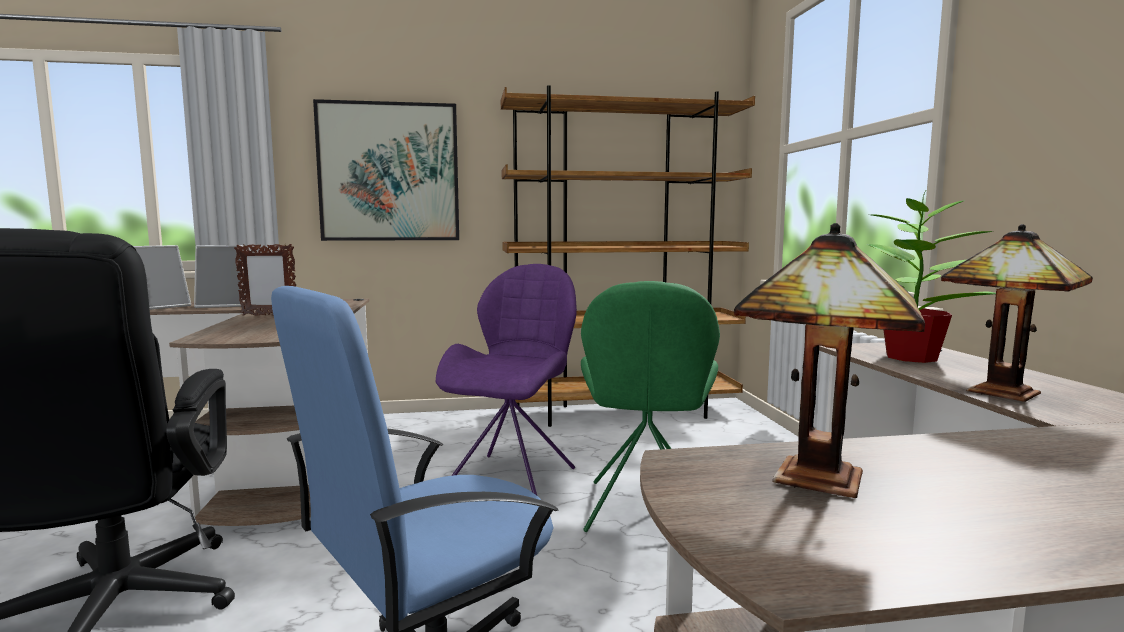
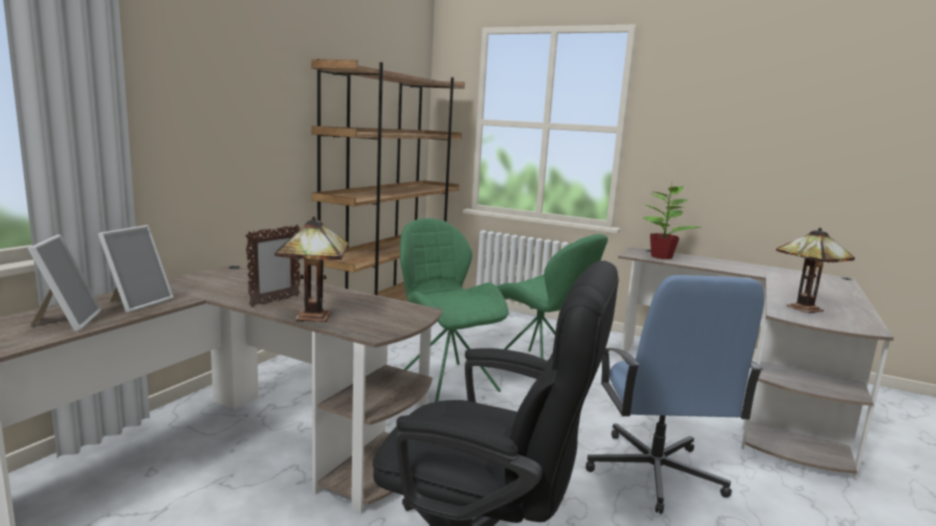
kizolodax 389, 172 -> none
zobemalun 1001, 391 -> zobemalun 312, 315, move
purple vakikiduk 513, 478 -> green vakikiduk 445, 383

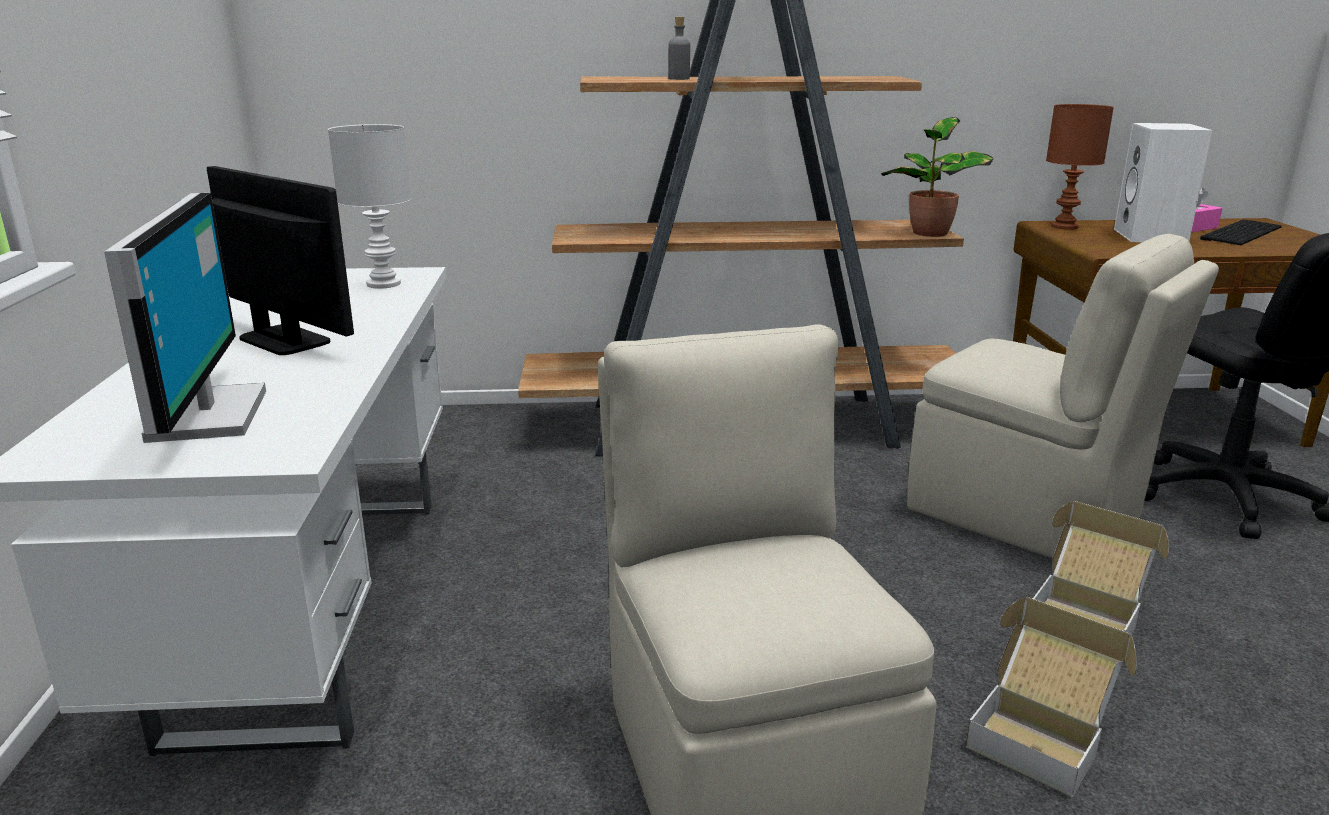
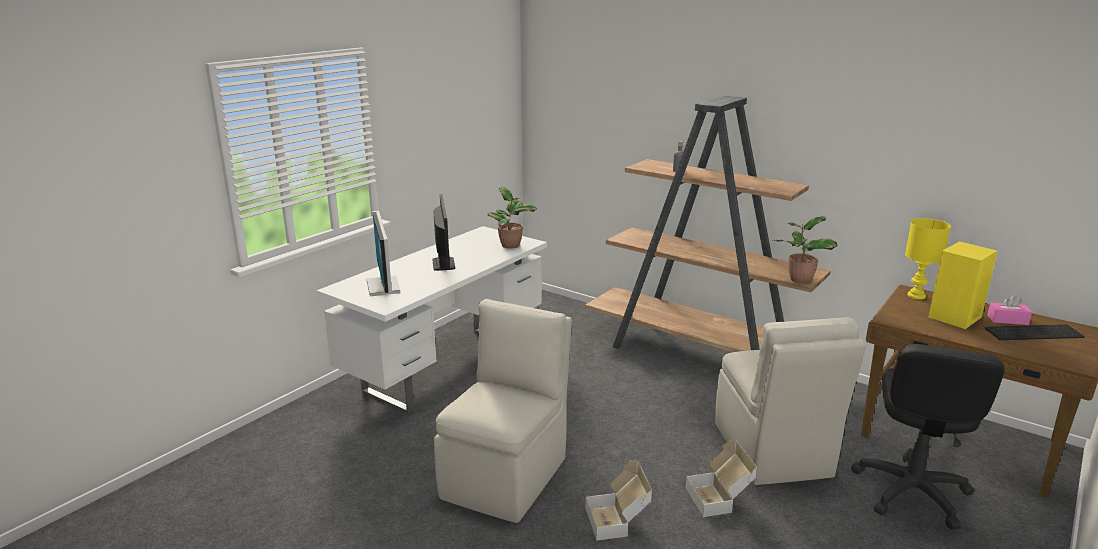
brown zobemalun 1063, 226 -> yellow zobemalun 915, 295
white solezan 1152, 236 -> yellow solezan 955, 318
white zobemalun 385, 284 -> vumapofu 511, 245
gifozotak 202, 416 -> gifozotak 385, 286, 135 degrees clockwise

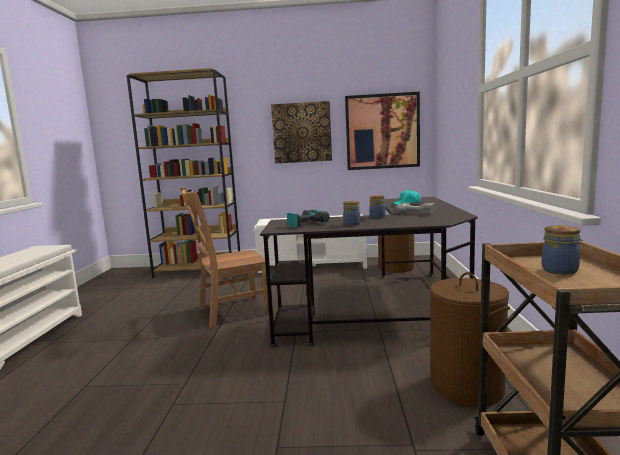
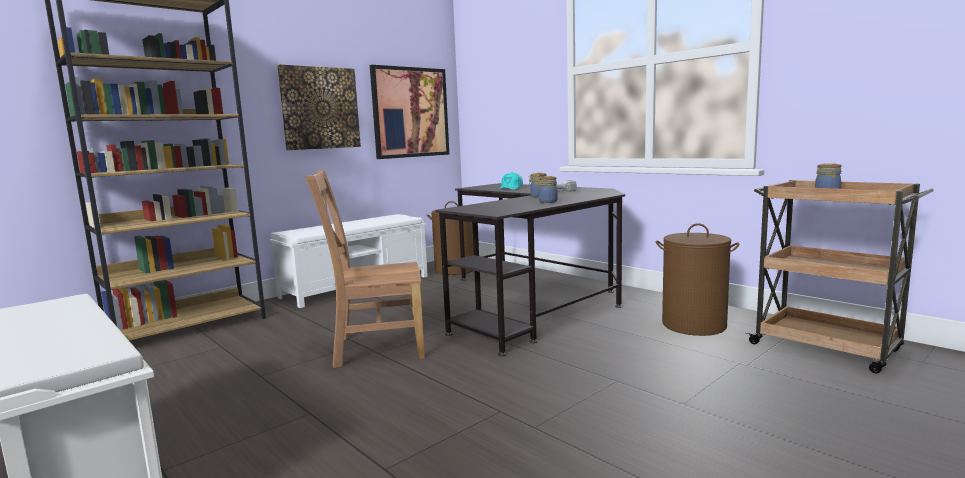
brown vakikiduk 230, 312 -> brown vakikiduk 374, 348, 60 degrees clockwise
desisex 304, 223 -> none

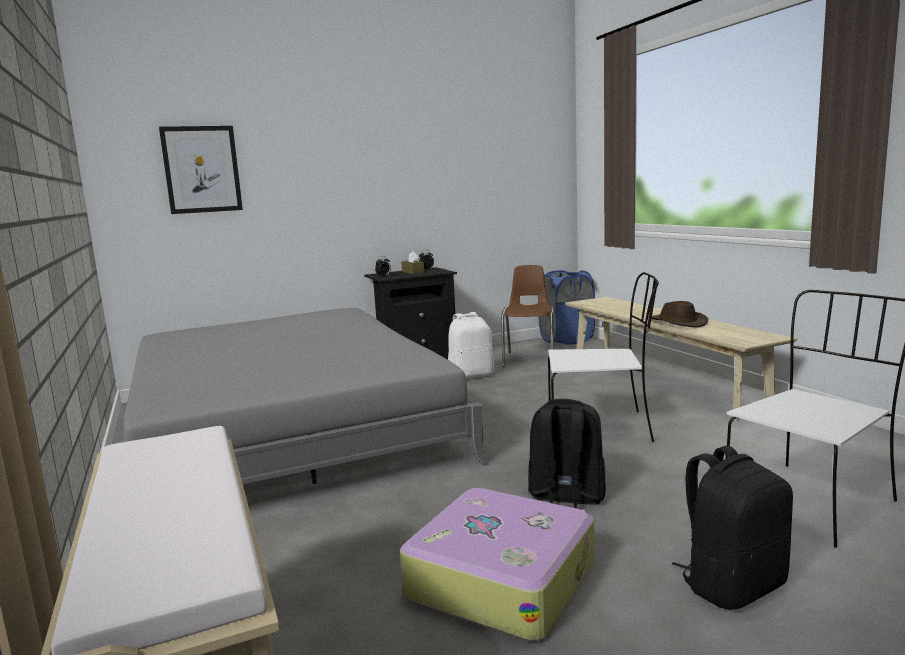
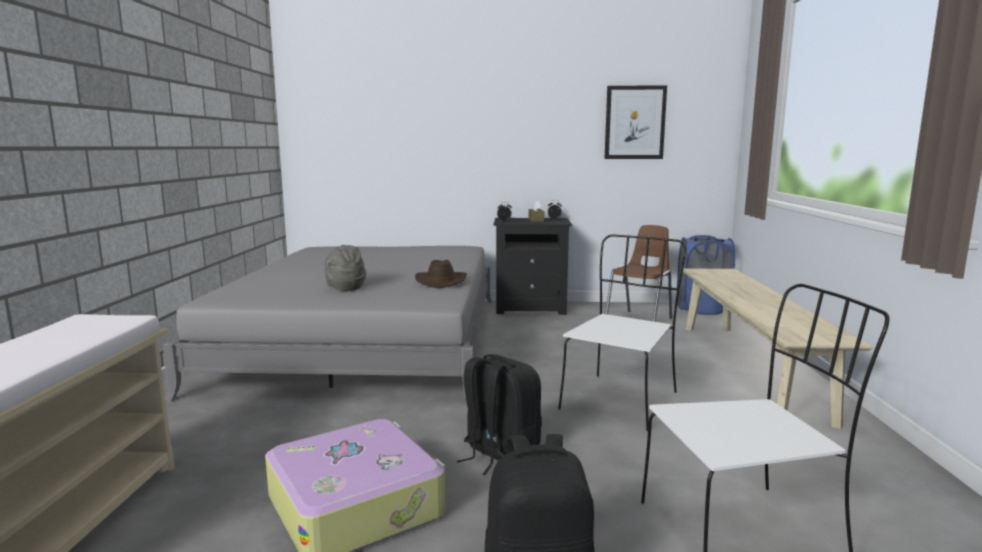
kizolodax 201, 169 -> kizolodax 634, 122, move
white vakikiduk 601, 427 -> white vakikiduk 620, 400, 90 degrees counterclockwise
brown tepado 676, 323 -> brown tepado 441, 281, move
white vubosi 471, 375 -> none
none -> grey tepado 345, 287

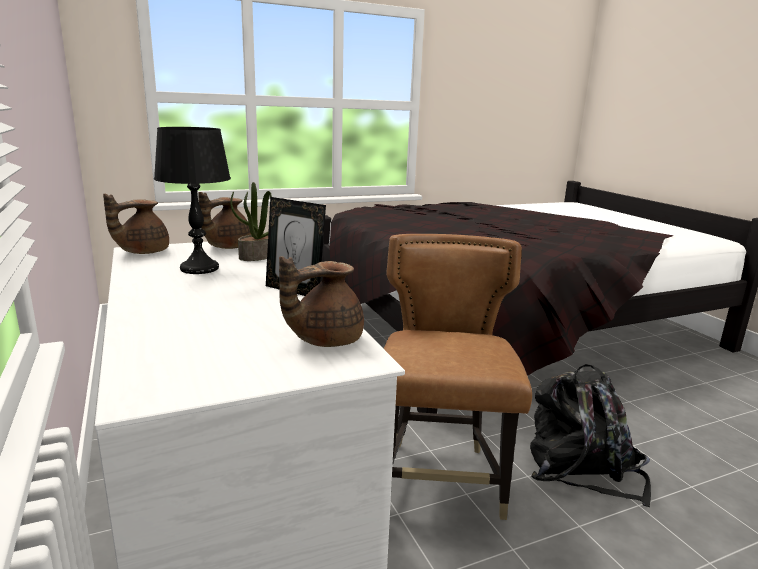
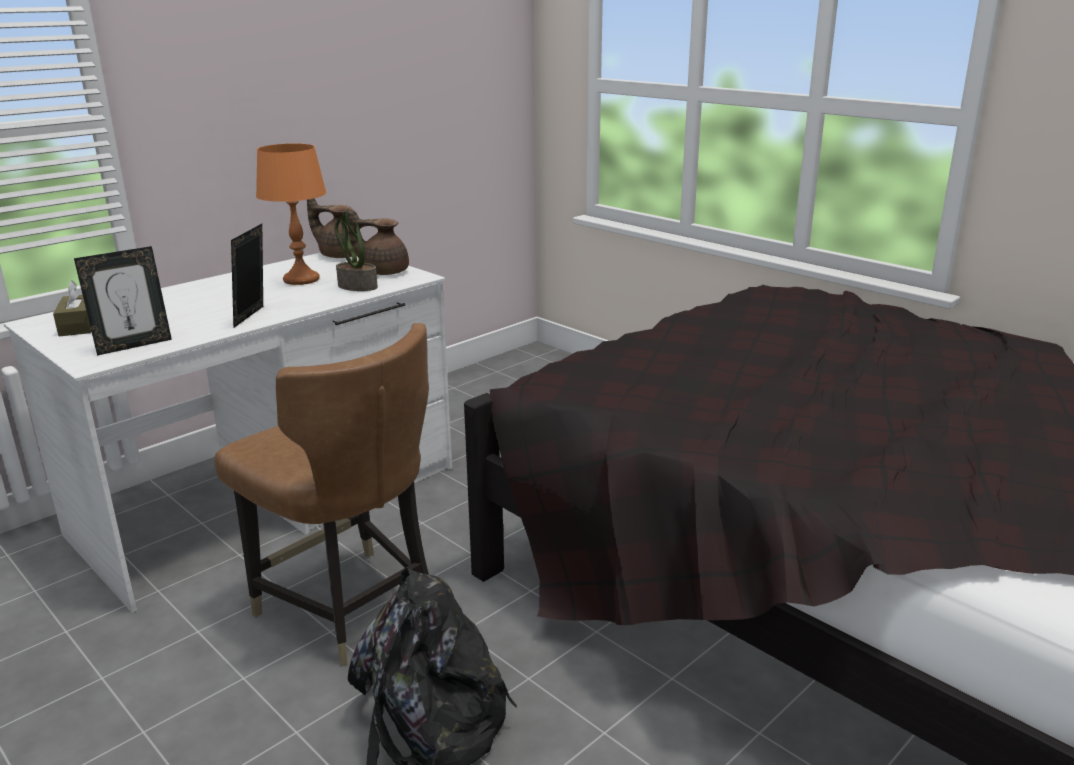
black zobemalun 199, 268 -> orange zobemalun 301, 279
brown vakikiduk 440, 480 -> brown vakikiduk 349, 607, 60 degrees clockwise
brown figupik 324, 339 -> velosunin 133, 345
none -> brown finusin 78, 325

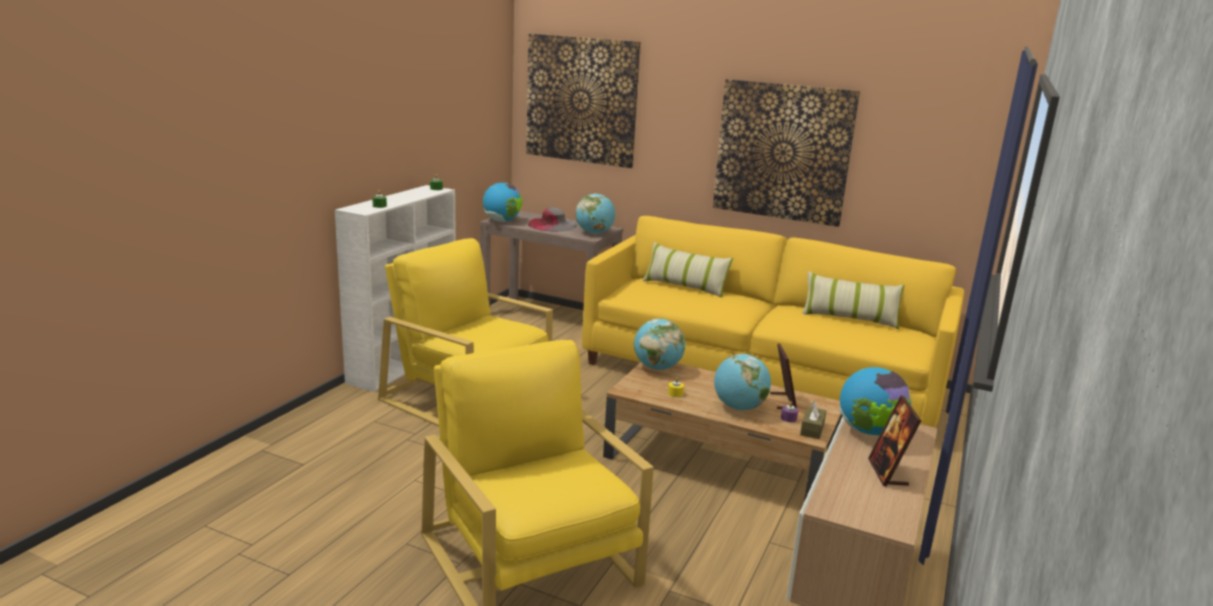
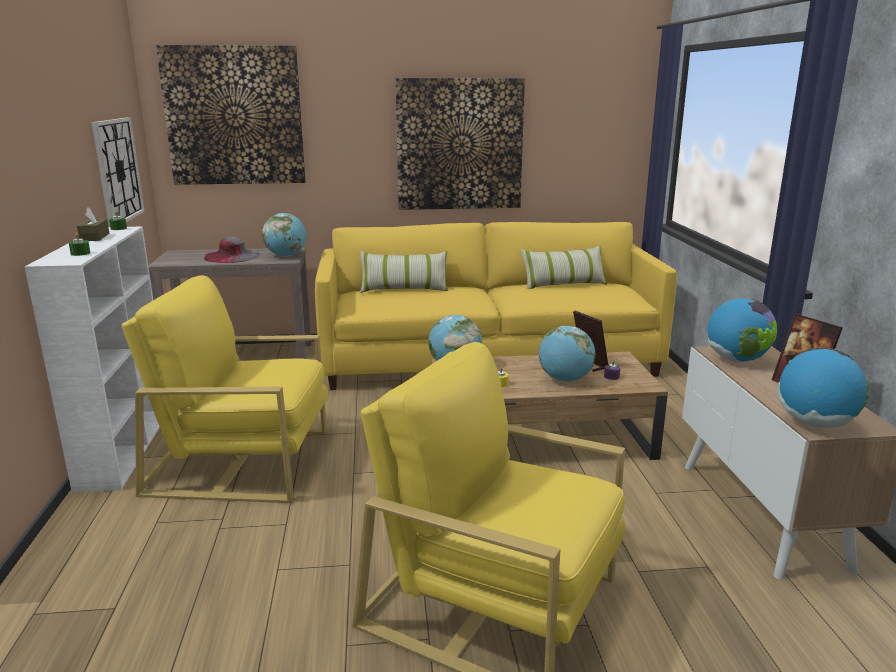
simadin 502, 221 -> simadin 815, 423, move
brown finusin 812, 429 -> brown finusin 94, 237, move
none -> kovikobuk 118, 171

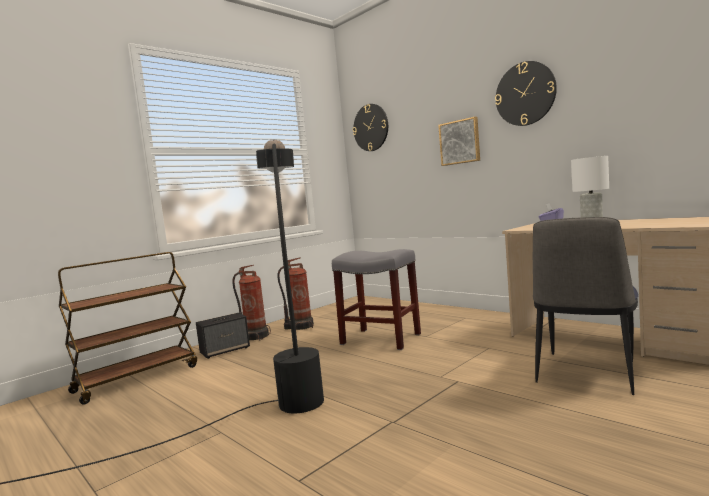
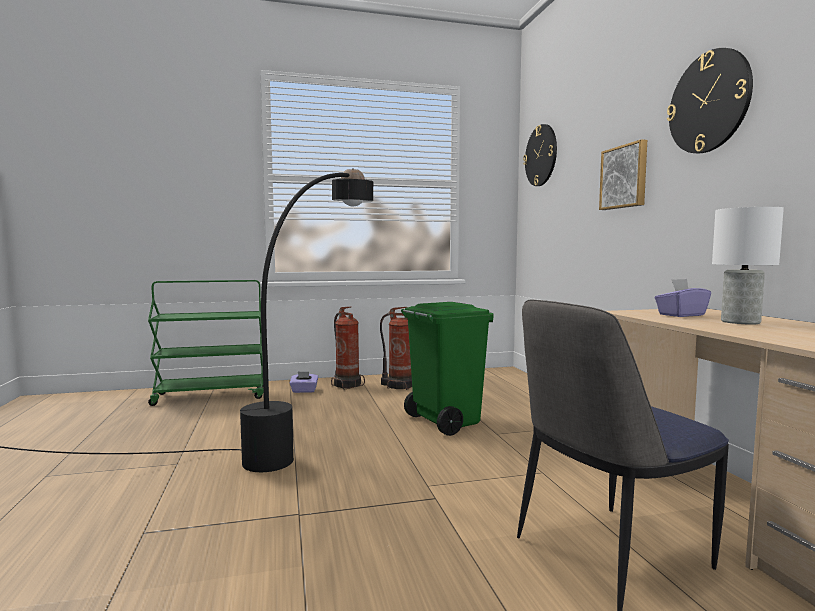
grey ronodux 380, 339 -> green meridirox 445, 422
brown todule 137, 378 -> green todule 212, 396
solezan 225, 350 -> purple finusin 304, 391

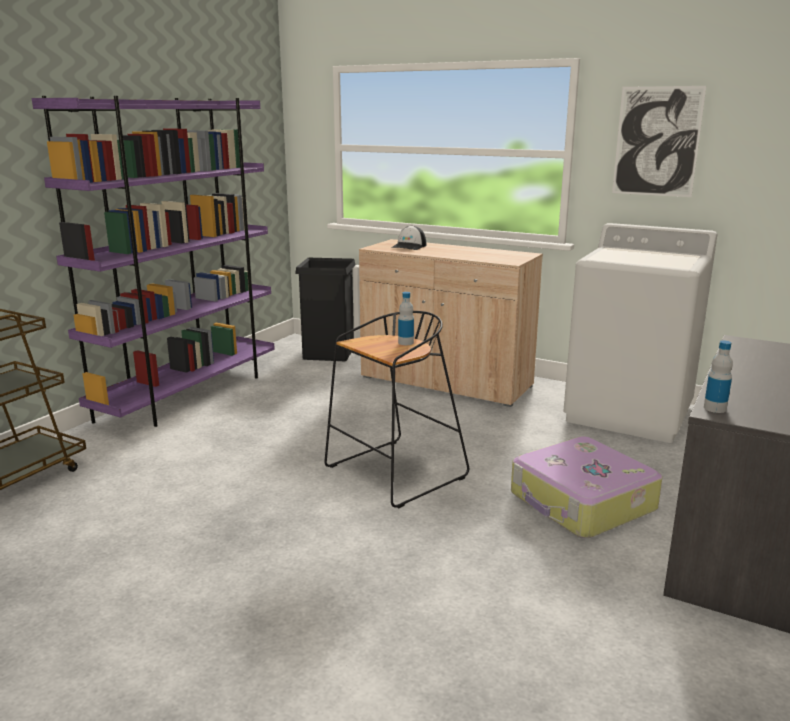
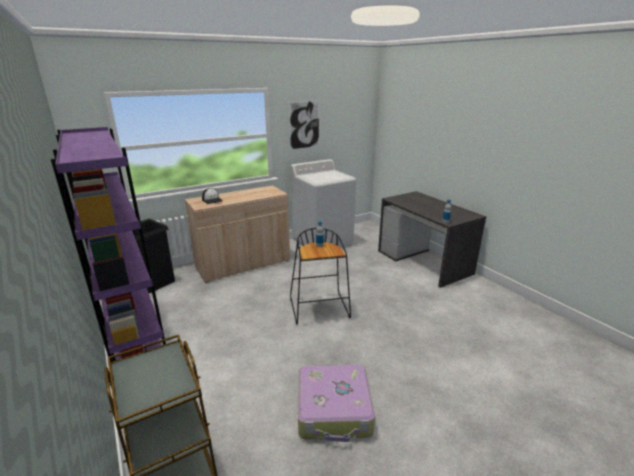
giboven 582, 503 -> giboven 334, 410, move

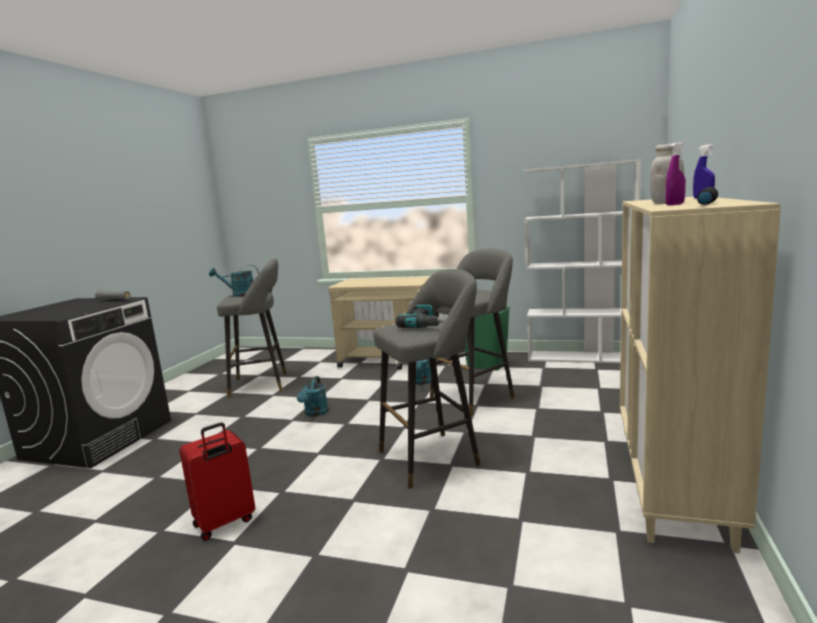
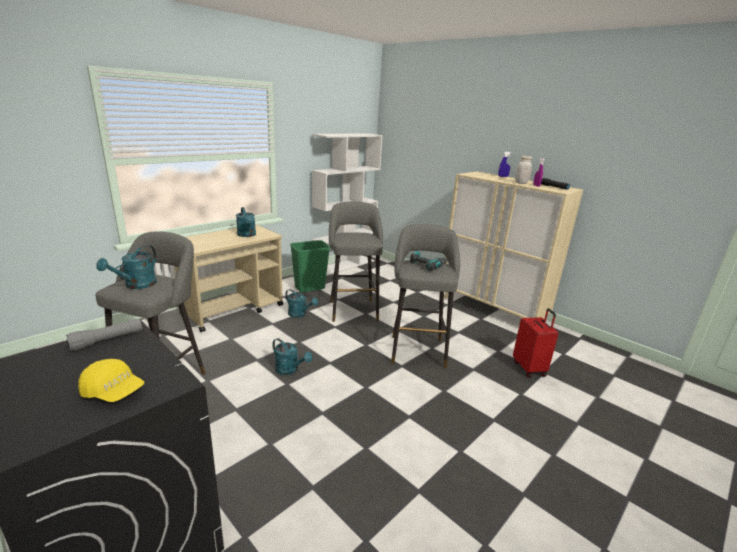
red giboven 225, 523 -> red giboven 529, 368, move
none -> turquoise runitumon 247, 235
none -> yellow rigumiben 114, 391

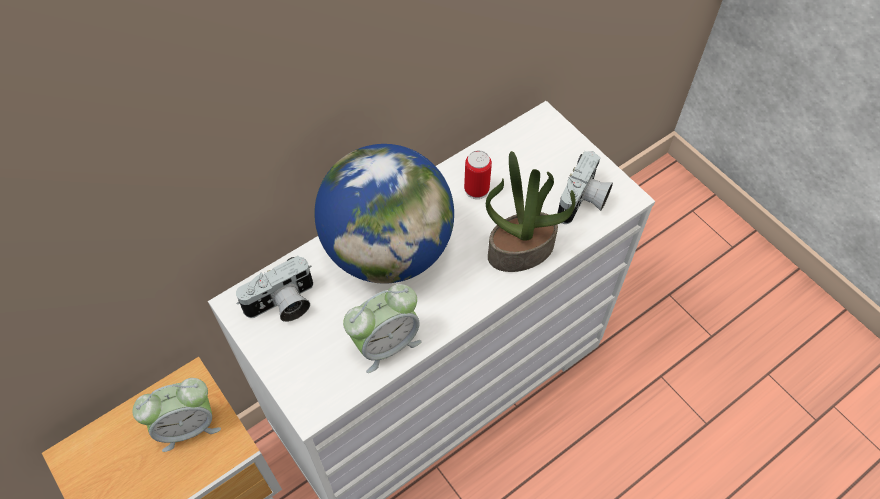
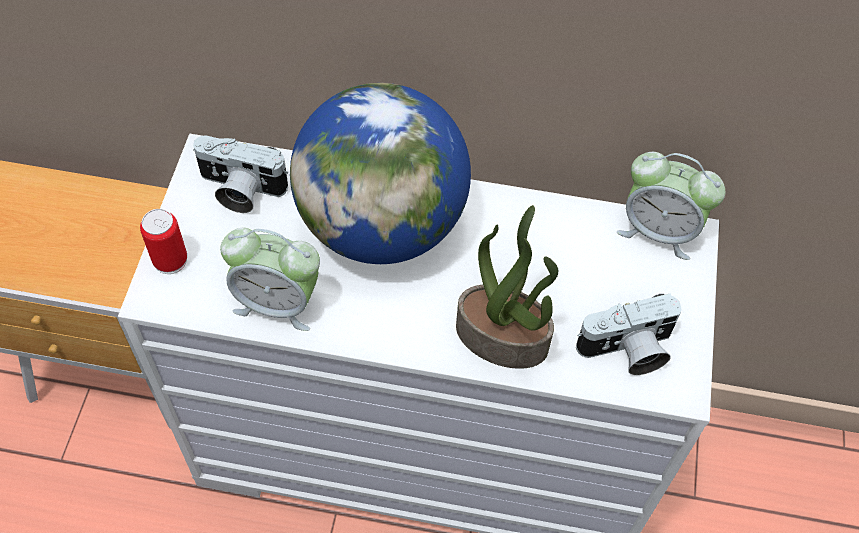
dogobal 476, 189 -> dogobal 170, 260, move
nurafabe 188, 426 -> nurafabe 659, 230, move

